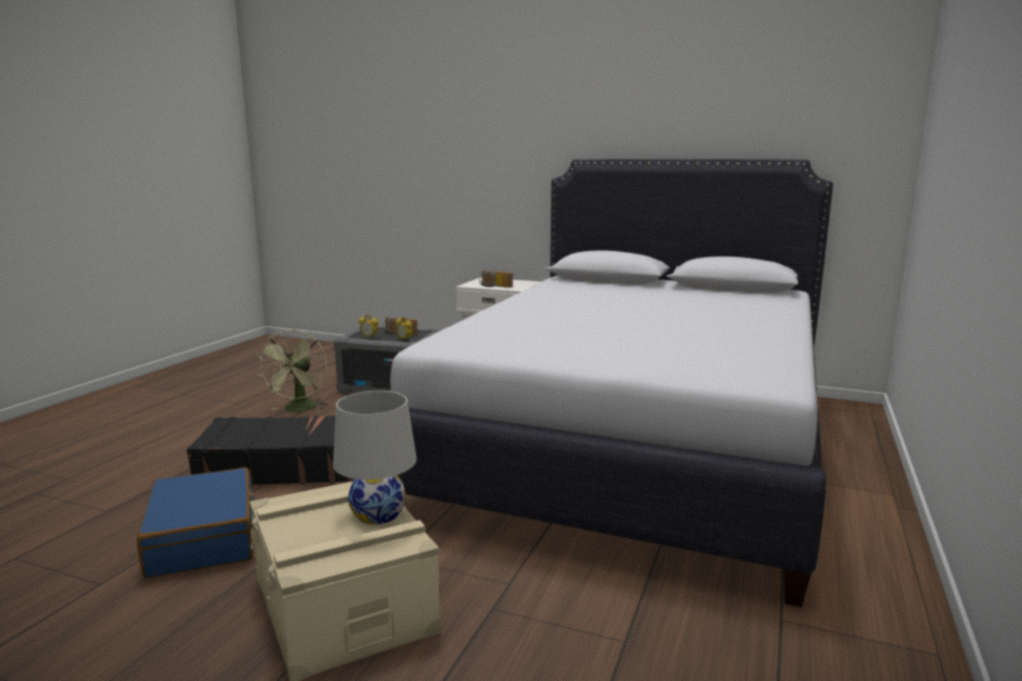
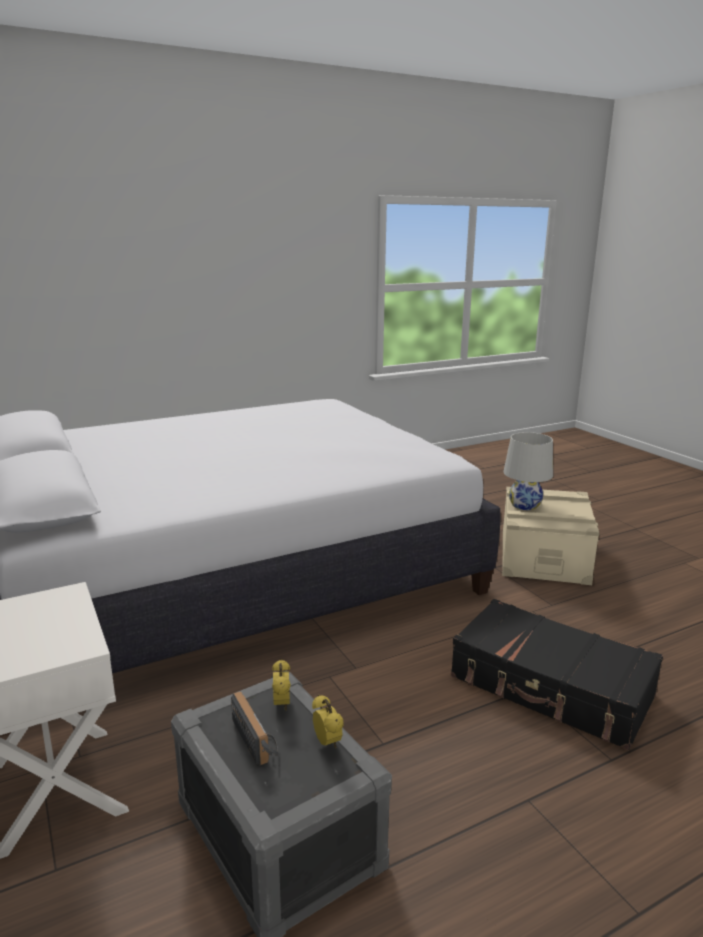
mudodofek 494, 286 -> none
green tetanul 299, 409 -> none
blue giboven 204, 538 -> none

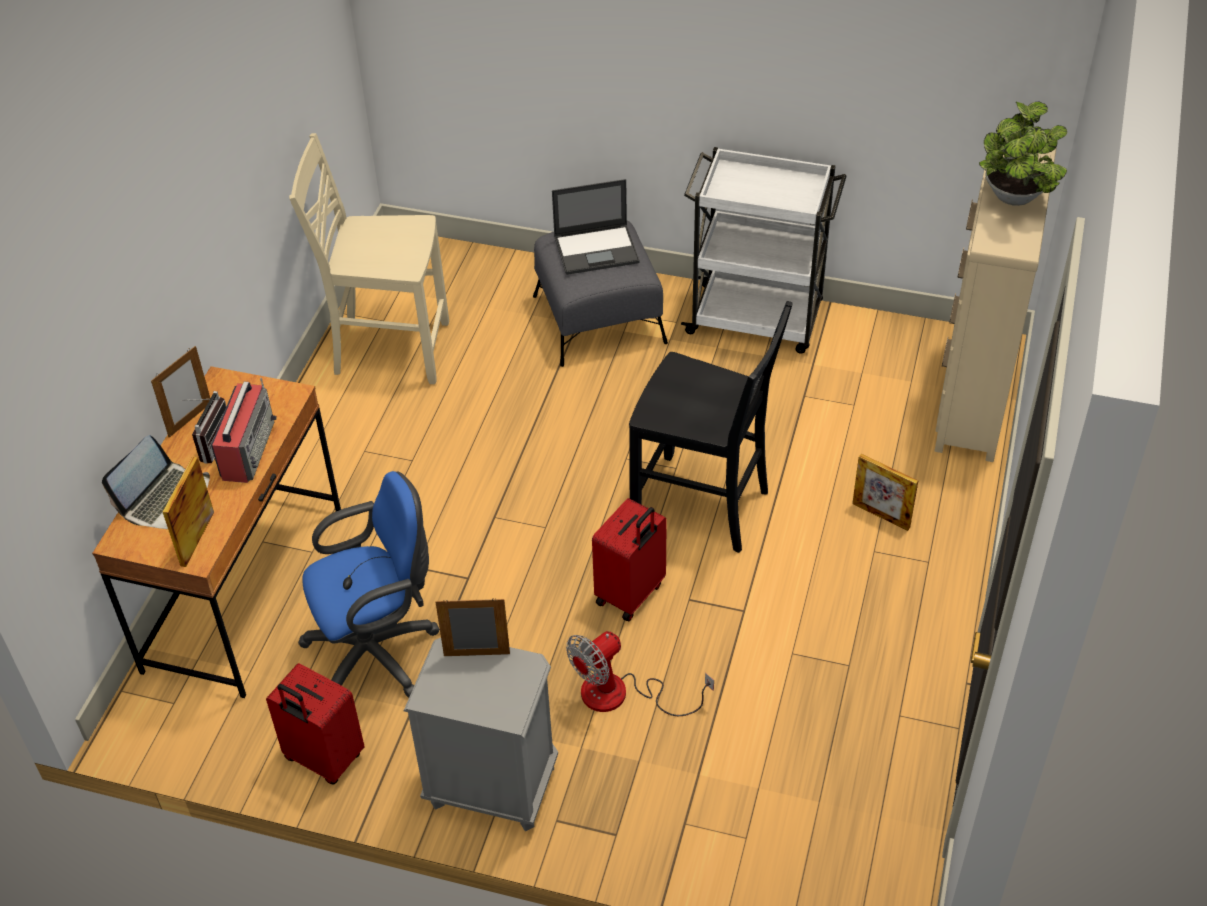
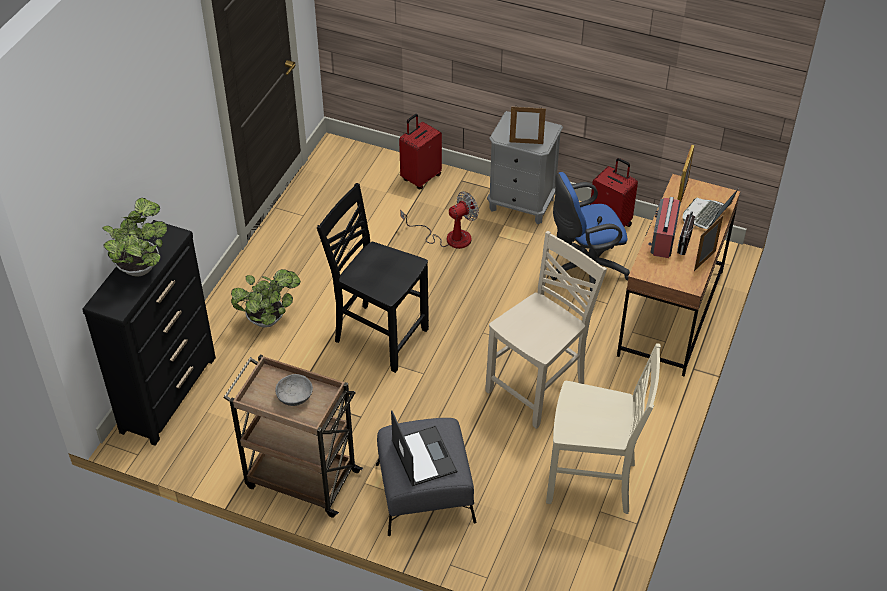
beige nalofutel 973, 398 -> black nalofutel 169, 393
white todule 757, 319 -> brown todule 300, 478
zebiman 597, 249 -> zebiman 423, 455, 75 degrees clockwise
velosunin 881, 515 -> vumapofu 269, 319
red giboven 631, 594 -> red giboven 420, 177, move
none -> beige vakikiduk 538, 388
none -> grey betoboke 294, 397

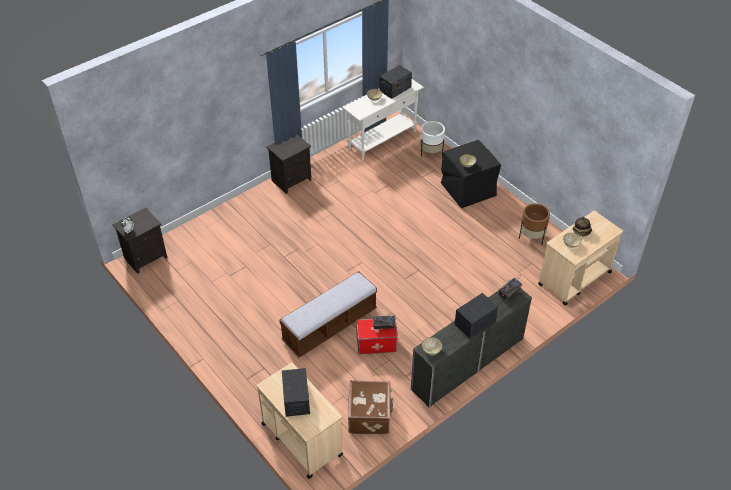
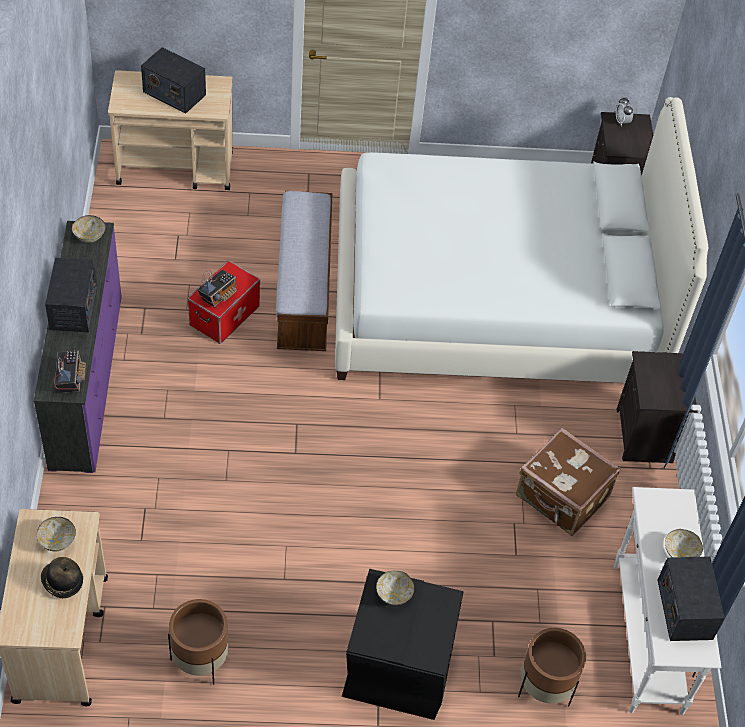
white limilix 431, 153 -> brown limilix 544, 687
brown giboven 370, 415 -> brown giboven 561, 498, move
none -> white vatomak 495, 300

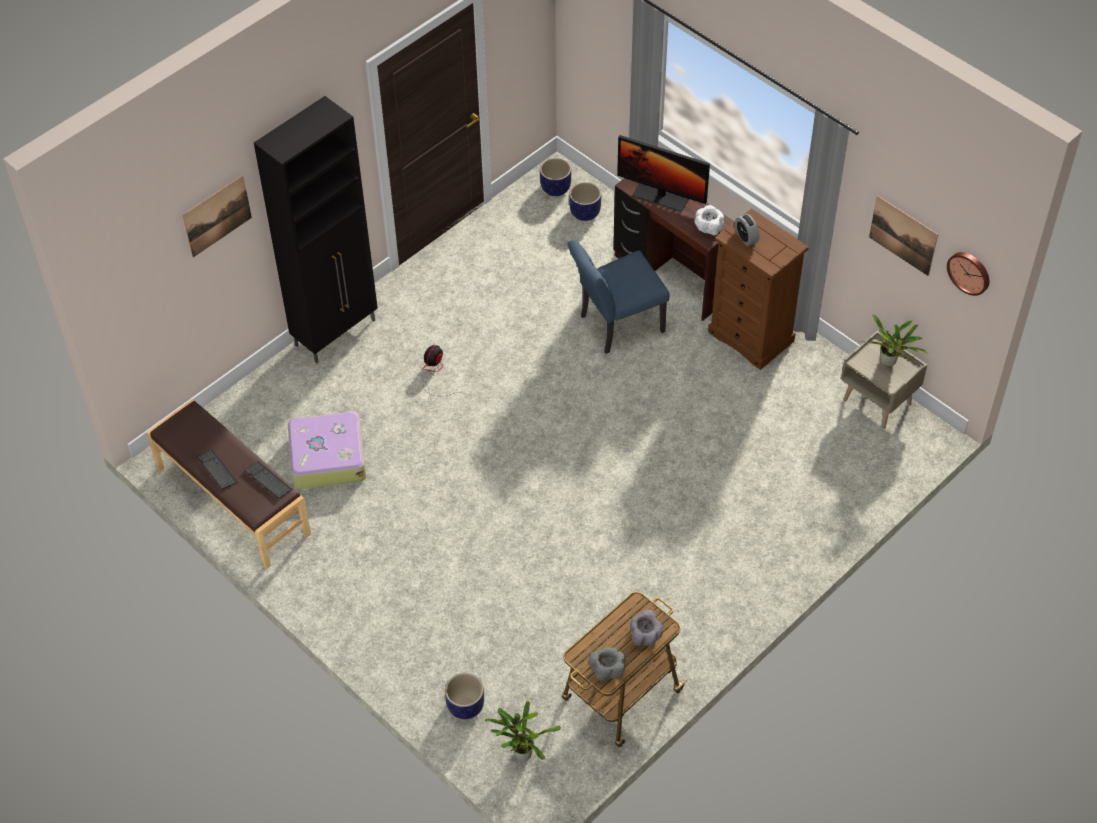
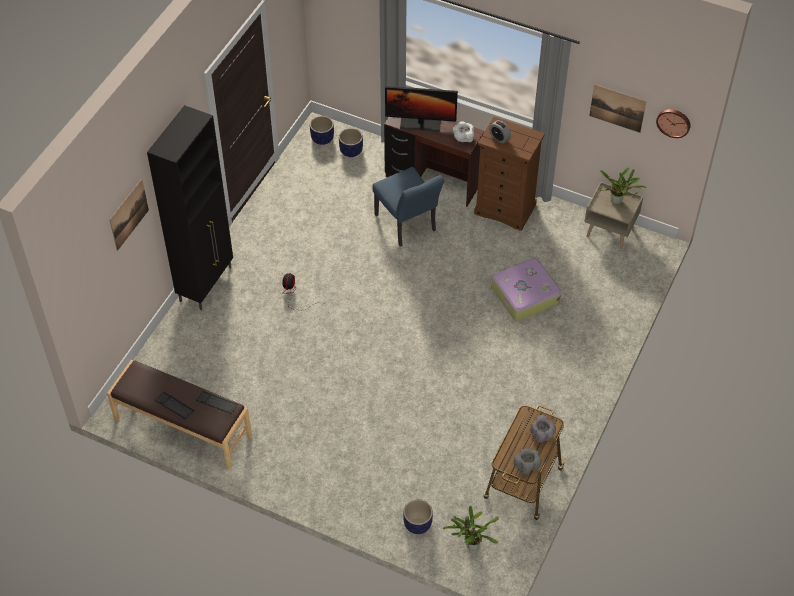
blue vakikiduk 616, 325 -> blue vakikiduk 407, 226, 75 degrees counterclockwise
giboven 327, 457 -> giboven 524, 295, move

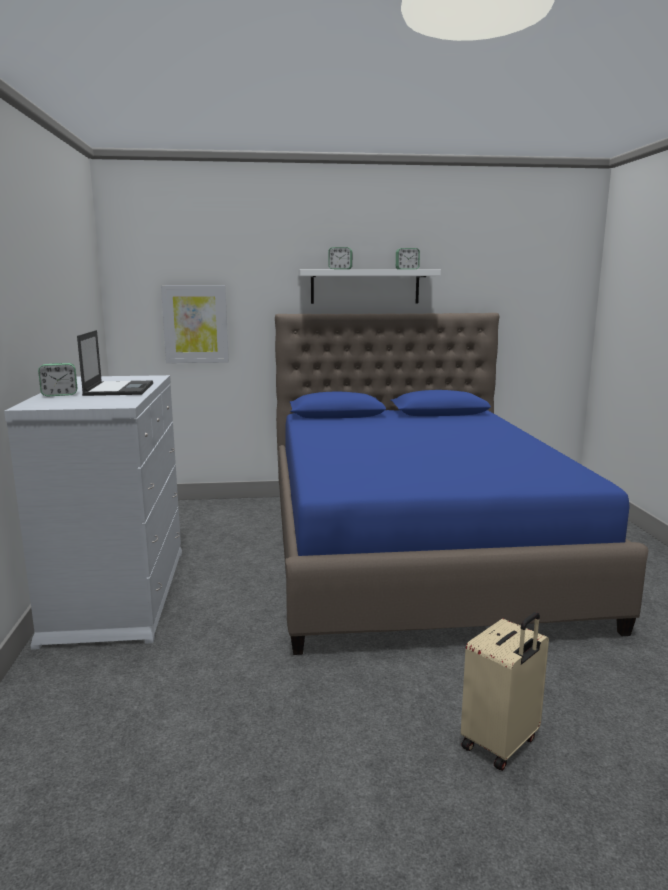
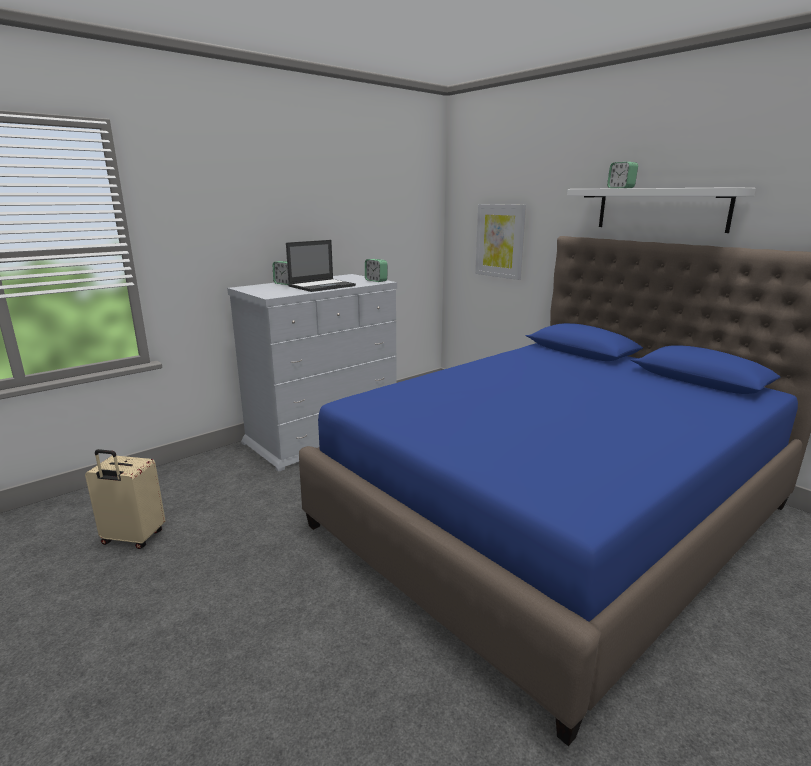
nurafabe 407, 269 -> nurafabe 376, 280, move
beige giboven 501, 744 -> beige giboven 132, 538, move

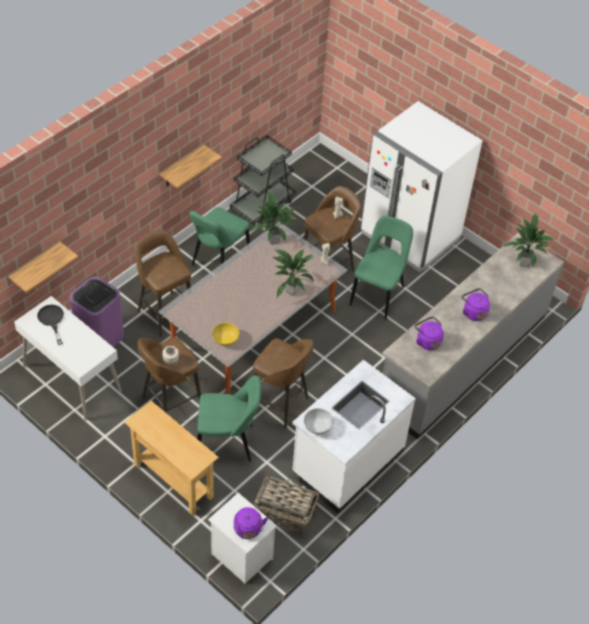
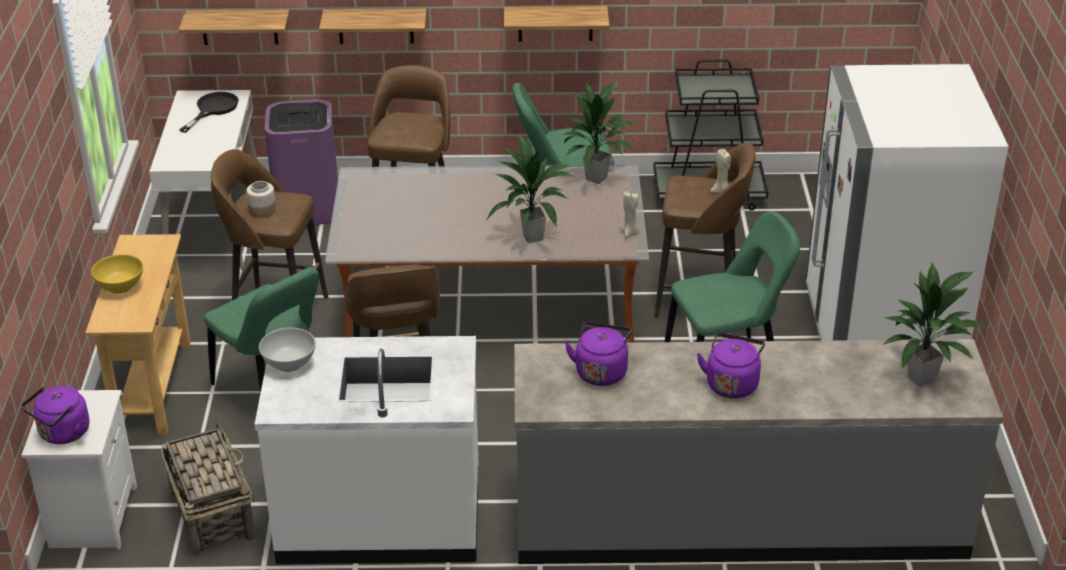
yellow betoboke 225, 340 -> yellow betoboke 120, 287, move
none -> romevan 375, 26

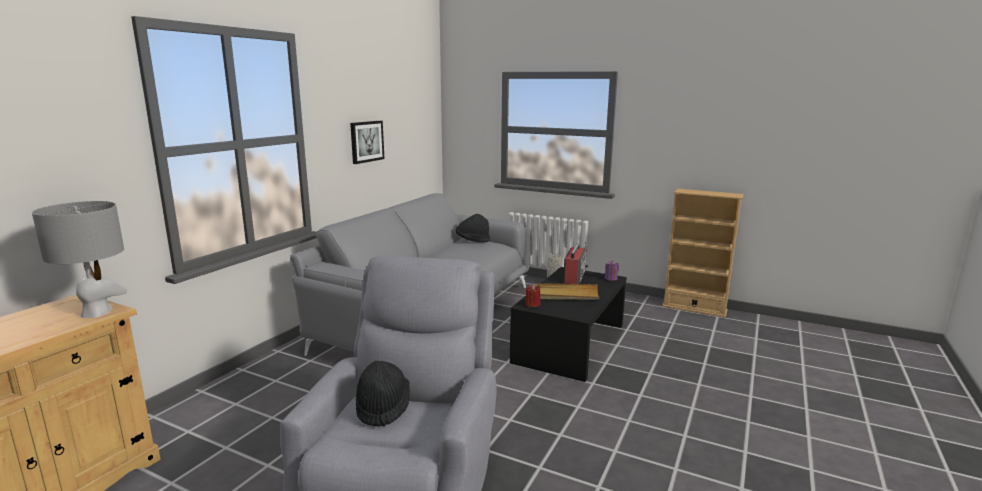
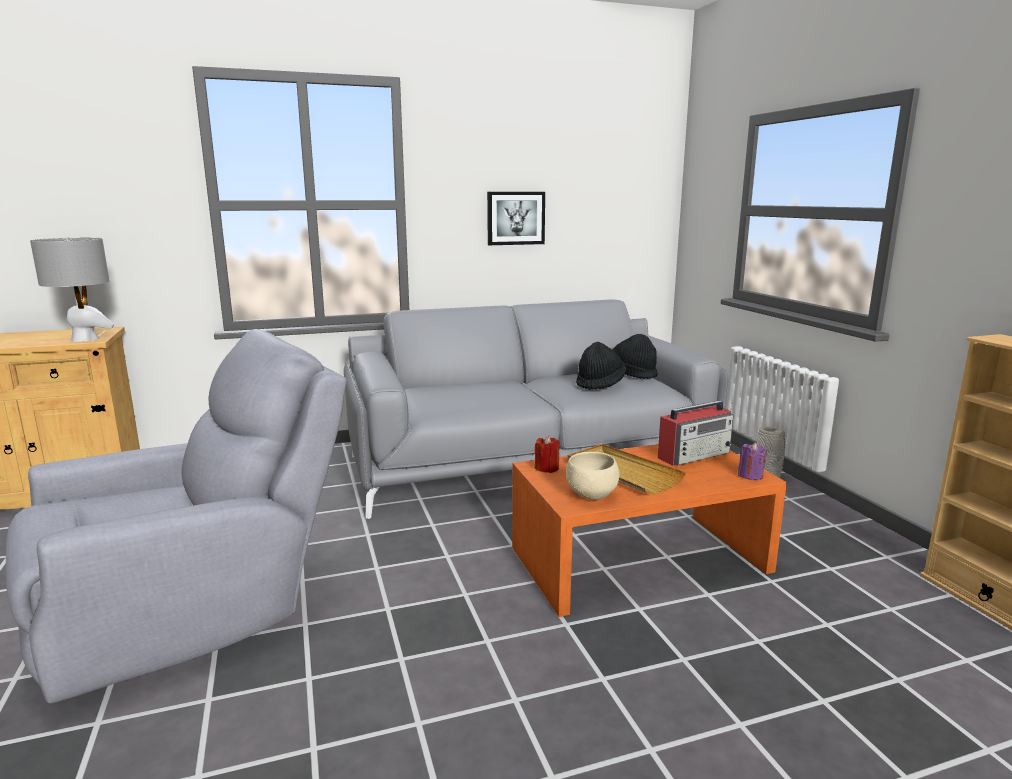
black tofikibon 569, 343 -> orange tofikibon 638, 559
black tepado 383, 407 -> black tepado 600, 384, move
none -> beige betoboke 592, 496

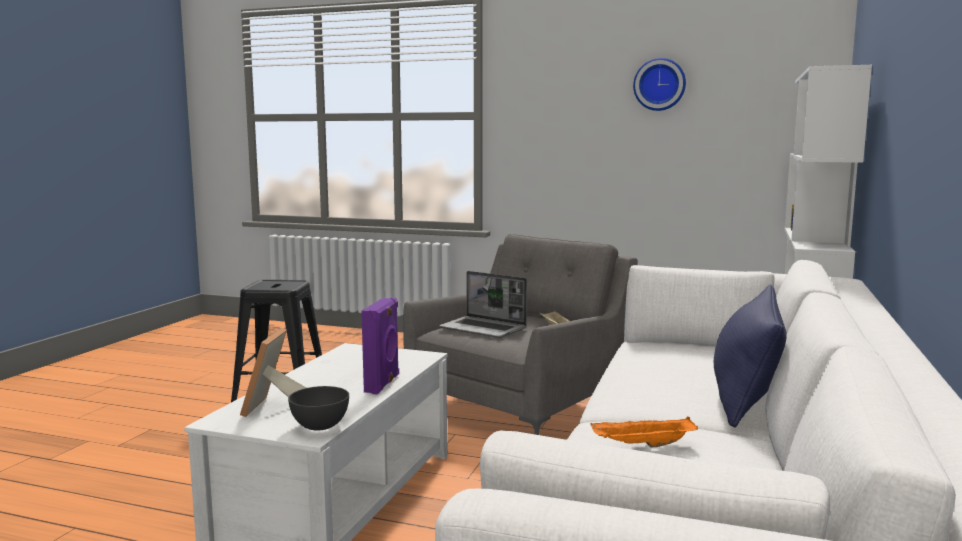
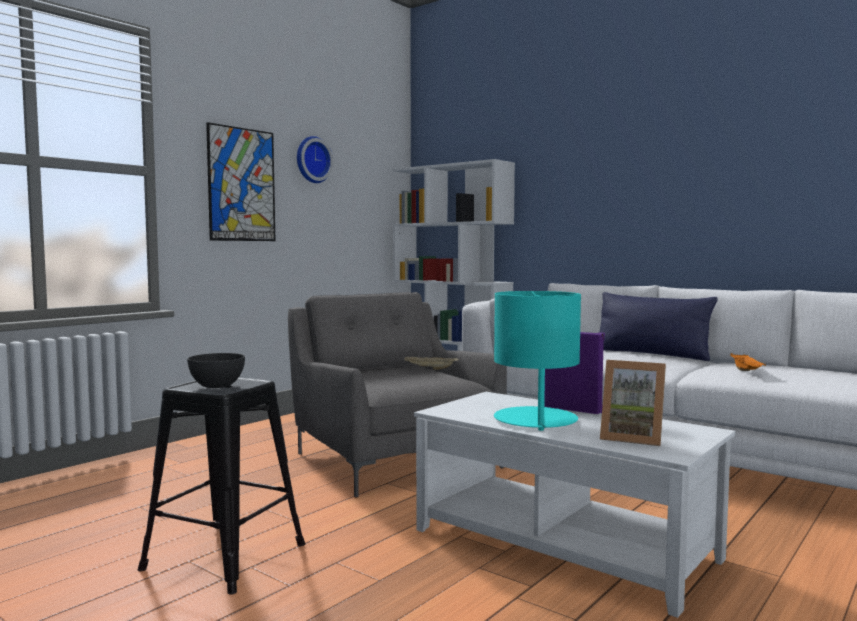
zebiman 484, 329 -> none
grey betoboke 320, 426 -> grey betoboke 217, 386, move
none -> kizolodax 241, 184
none -> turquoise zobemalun 535, 420

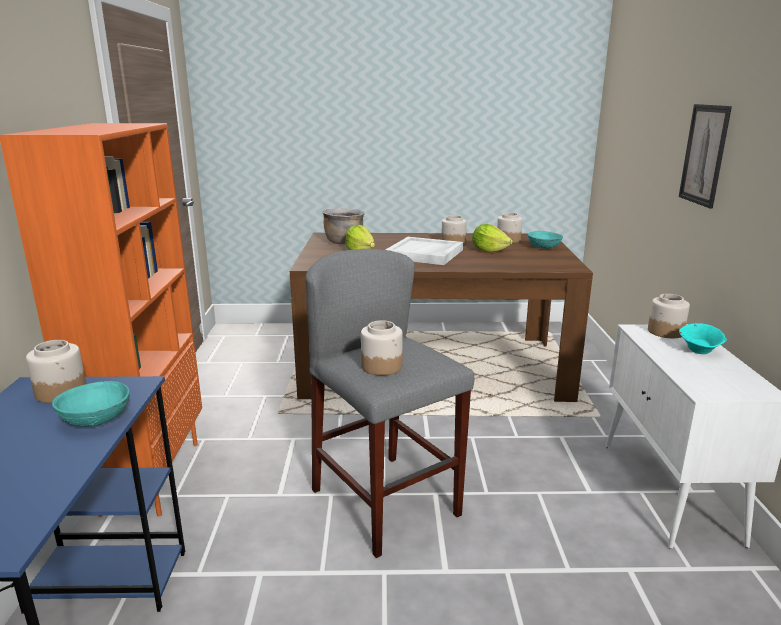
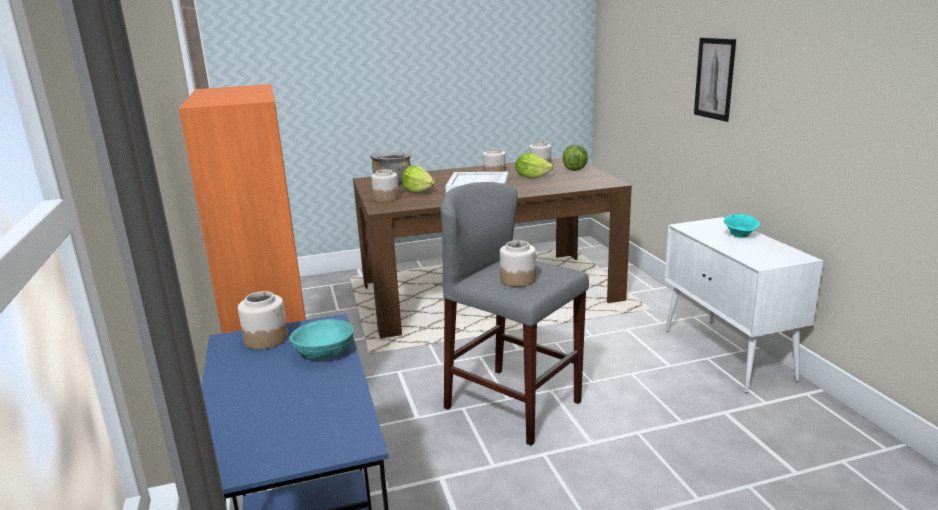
turquoise betoboke 543, 247 -> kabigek 574, 169
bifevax 665, 332 -> bifevax 386, 198, move

